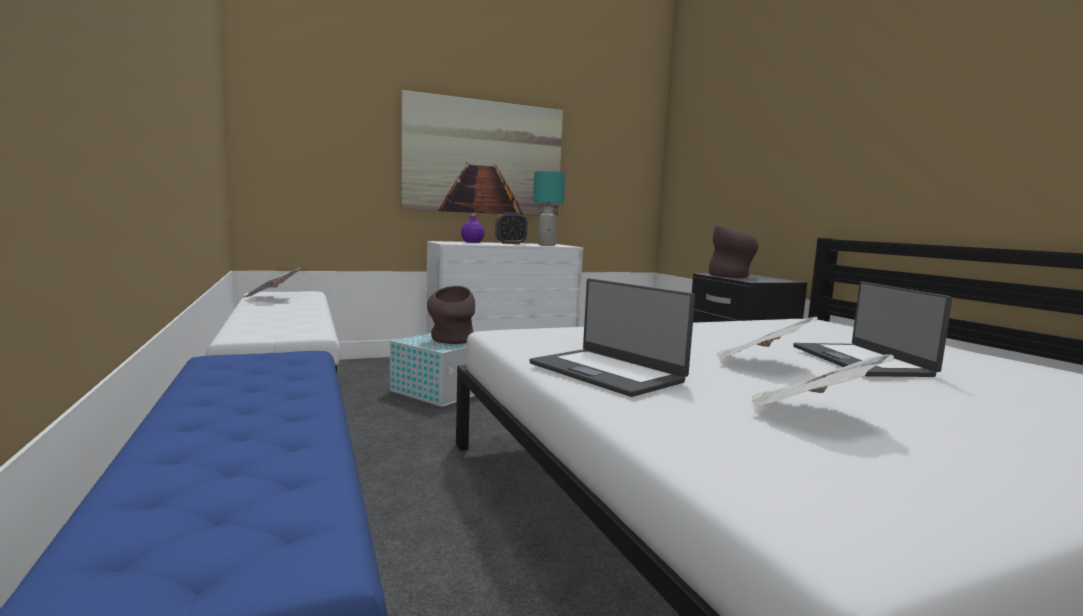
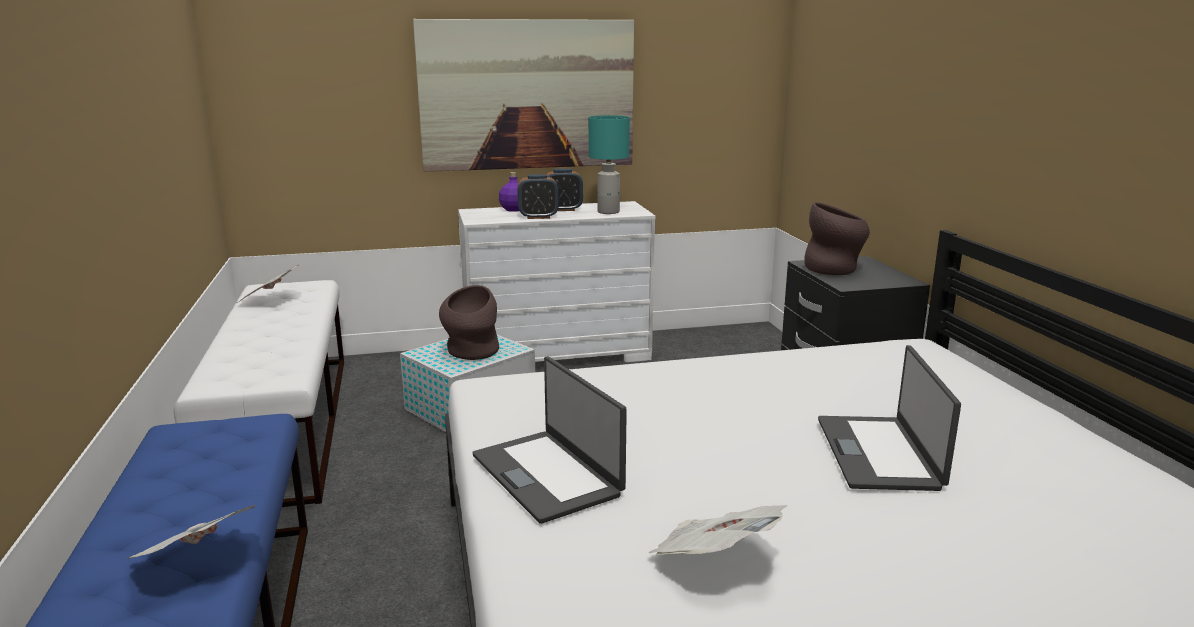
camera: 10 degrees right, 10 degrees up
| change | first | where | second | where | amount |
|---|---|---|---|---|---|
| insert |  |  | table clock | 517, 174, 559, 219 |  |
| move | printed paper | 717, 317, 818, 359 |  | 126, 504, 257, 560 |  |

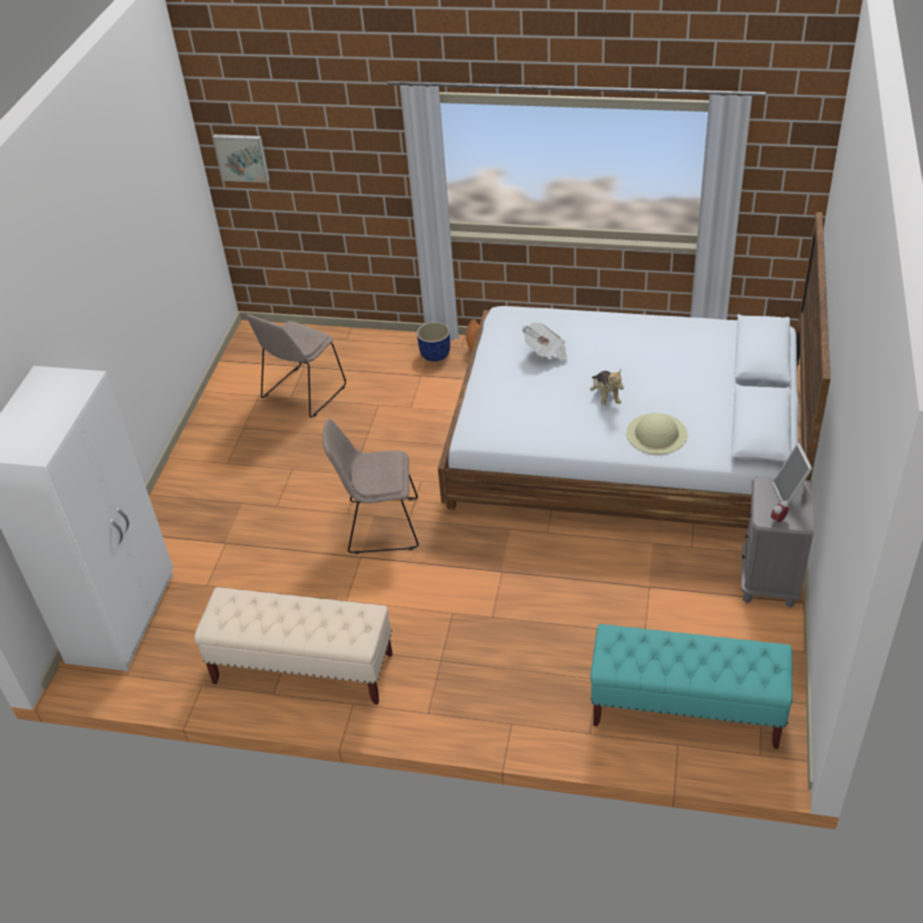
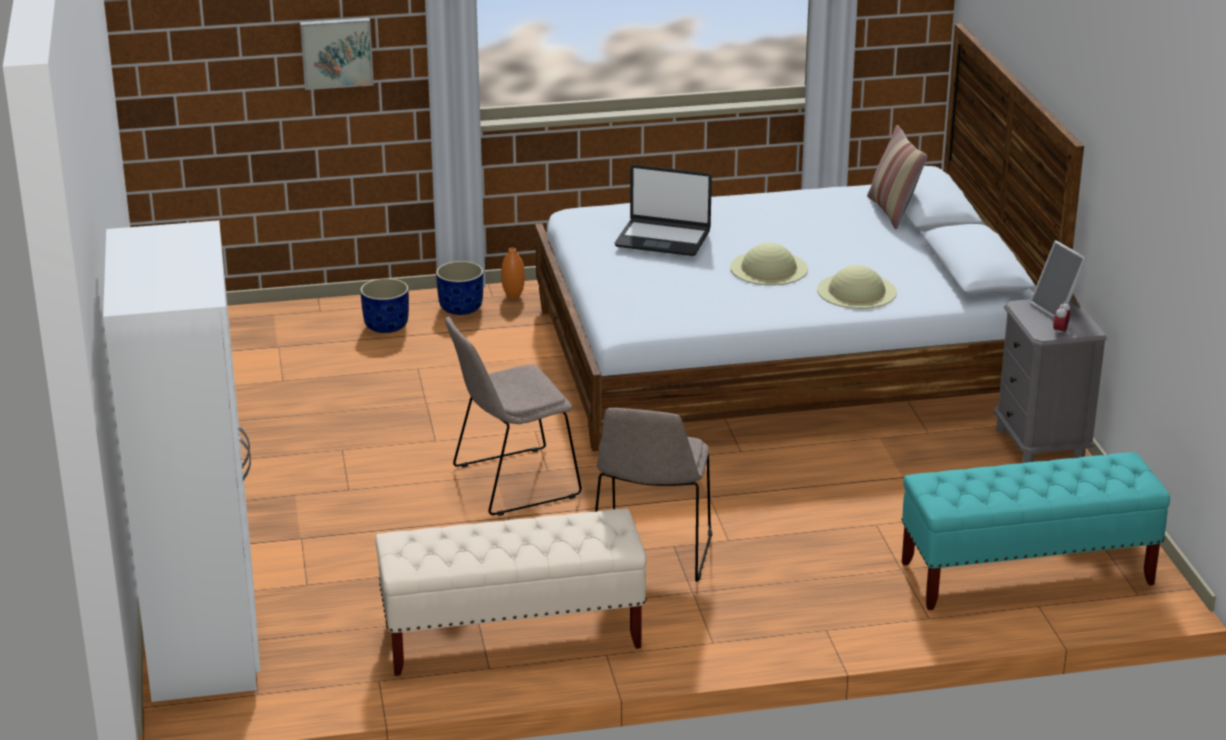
camera: 25 degrees left, 15 degrees down
| change | first | where | second | where | amount |
|---|---|---|---|---|---|
| insert |  |  | bluish planter | 360, 278, 409, 333 |  |
| insert |  |  | throw pillow | 867, 125, 927, 230 |  |
| move | picture | 212, 134, 270, 183 |  | 300, 18, 374, 90 |  |
| move | beige chair | 246, 314, 346, 418 |  | 595, 408, 712, 582 |  |
| replace | printed paper | 522, 323, 567, 360 | portable computer | 615, 165, 712, 256 |  |
| replace | plush toy | 590, 370, 624, 406 | beige clothing hat | 730, 243, 808, 285 |  |

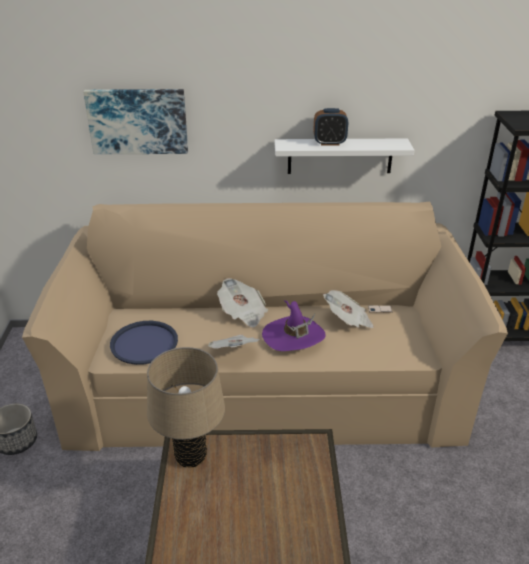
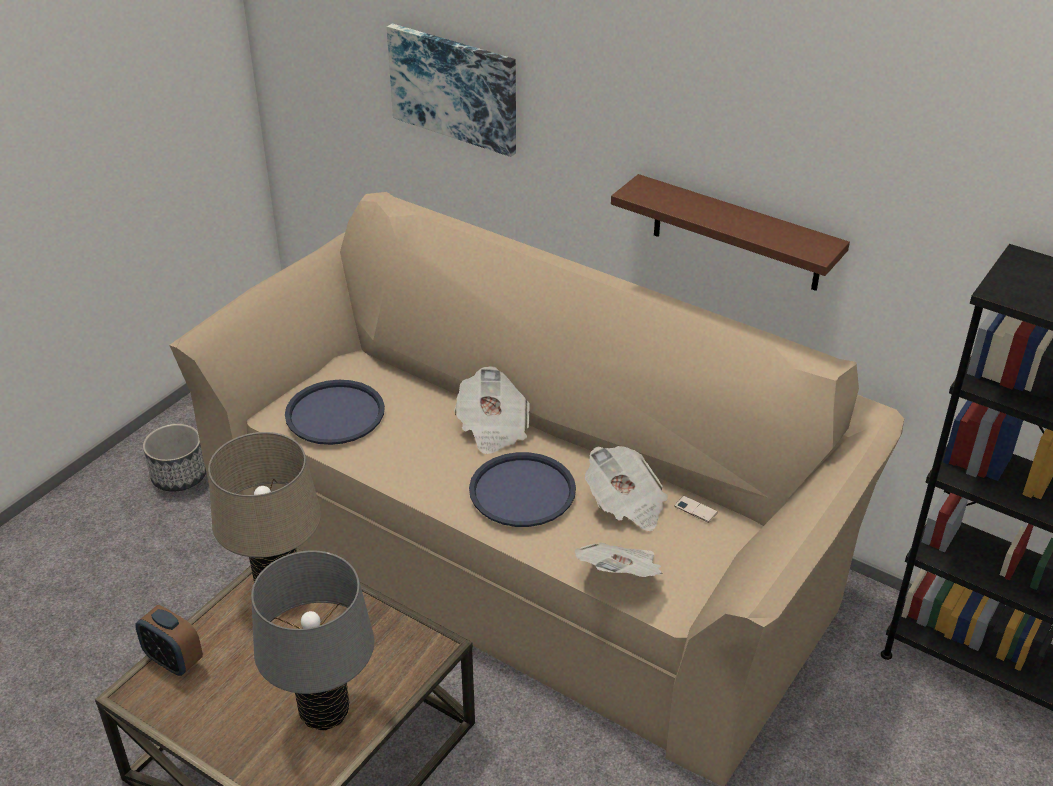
camera: 35 degrees right, 5 degrees up
| change | first | where | second | where | amount |
|---|---|---|---|---|---|
| insert |  |  | gray lamp for a table | 251, 550, 374, 731 |  |
| move | printed paper | 208, 334, 260, 348 |  | 575, 542, 662, 577 |  |
| move | table clock | 313, 108, 348, 146 |  | 135, 605, 203, 676 |  |
| replace | purple-coloured clothing hat | 262, 300, 326, 351 | bluish carrying tray | 469, 452, 576, 527 |  |
| recolor | white shelf | 275, 139, 414, 174 | brown shelf | 611, 174, 850, 291 |  |

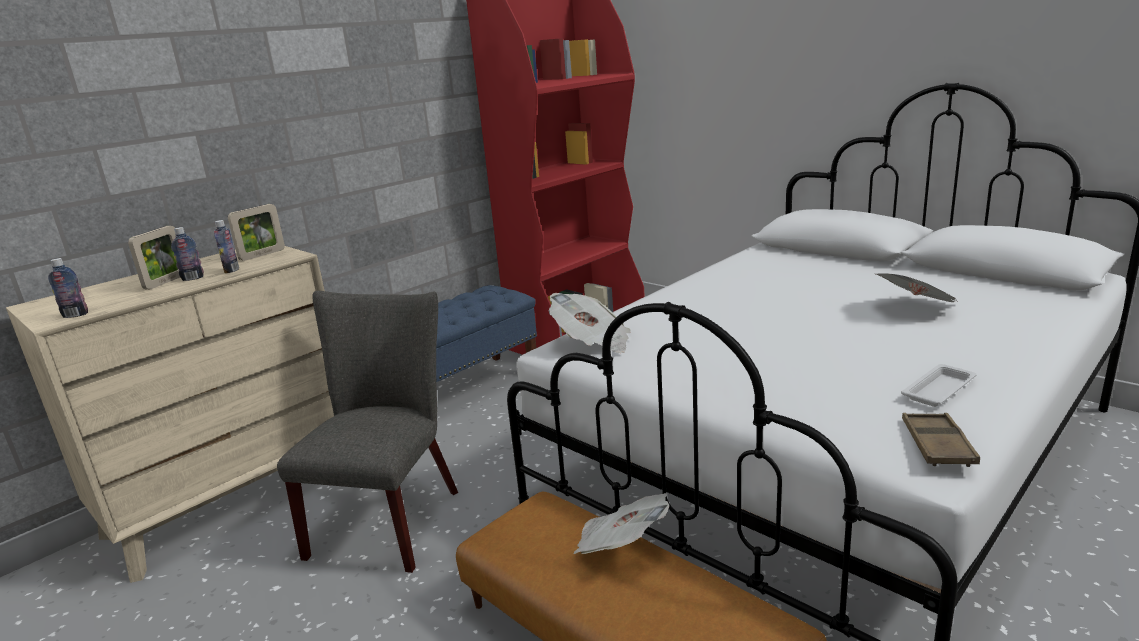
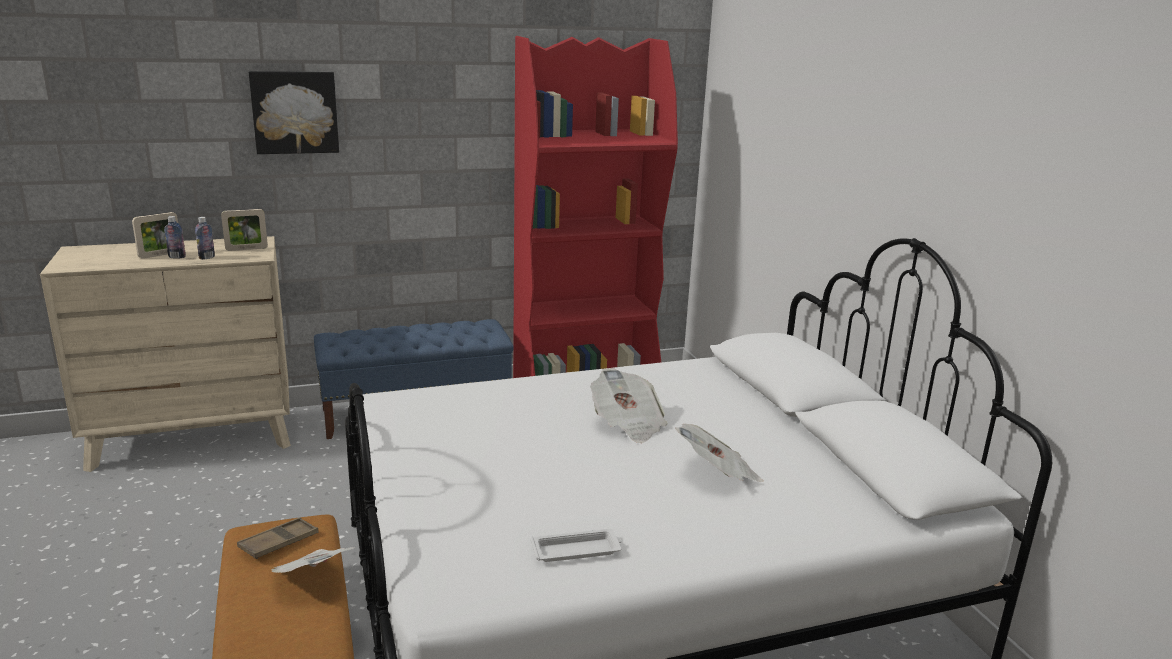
camera: 25 degrees right, 0 degrees up
| change | first | where | second | where | amount |
|---|---|---|---|---|---|
| delete | drink bottle | 48, 258, 88, 318 |  |  |  |
| delete | gray chair | 277, 291, 458, 573 |  |  |  |
| insert |  |  | picture | 249, 71, 339, 154 |  |
| move | printed paper | 548, 293, 630, 353 |  | 590, 368, 668, 443 |  |
| move | brown carrying tray | 902, 413, 980, 467 |  | 237, 517, 319, 559 |  |

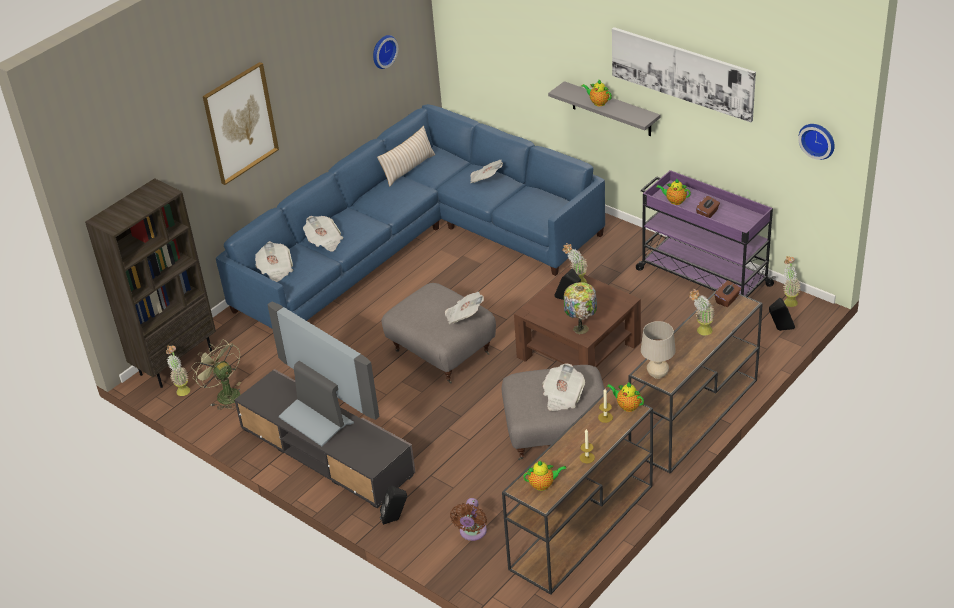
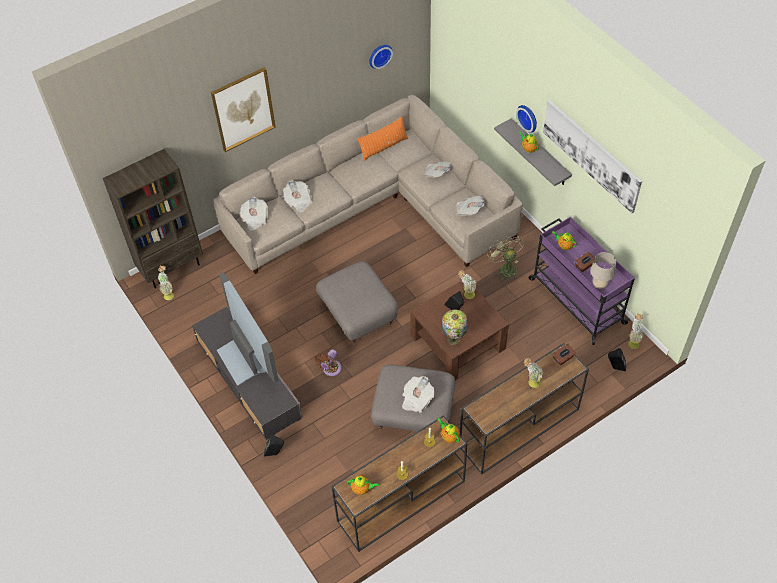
camera: 15 degrees right, 15 degrees up
| change | first | where | second | where | amount |
|---|---|---|---|---|---|
| move | green cooling fan | 191, 339, 242, 410 |  | 487, 234, 525, 282 |  |
| move | printed paper | 445, 292, 484, 324 |  | 456, 196, 485, 216 |  |
| move | brown cooling fan | 450, 498, 487, 541 |  | 315, 349, 342, 376 |  |
| move | beige lamp for a table | 641, 321, 676, 379 |  | 590, 252, 616, 289 |  |
| move | wall clock | 798, 124, 835, 160 |  | 516, 105, 537, 133 |  |
| recolor | bluish settee | 216, 104, 605, 328 | beige settee | 213, 95, 523, 274 |  |
| recolor | beige throw pillow | 377, 126, 435, 187 | orange-coloured throw pillow | 357, 116, 408, 161 |  |

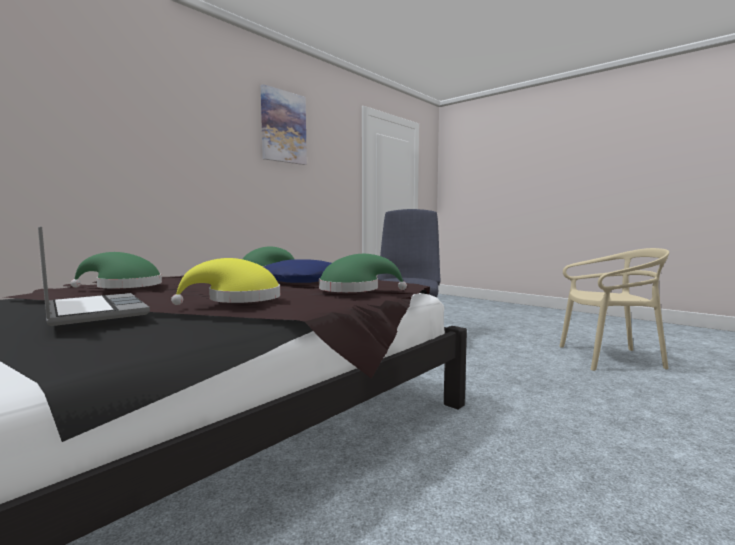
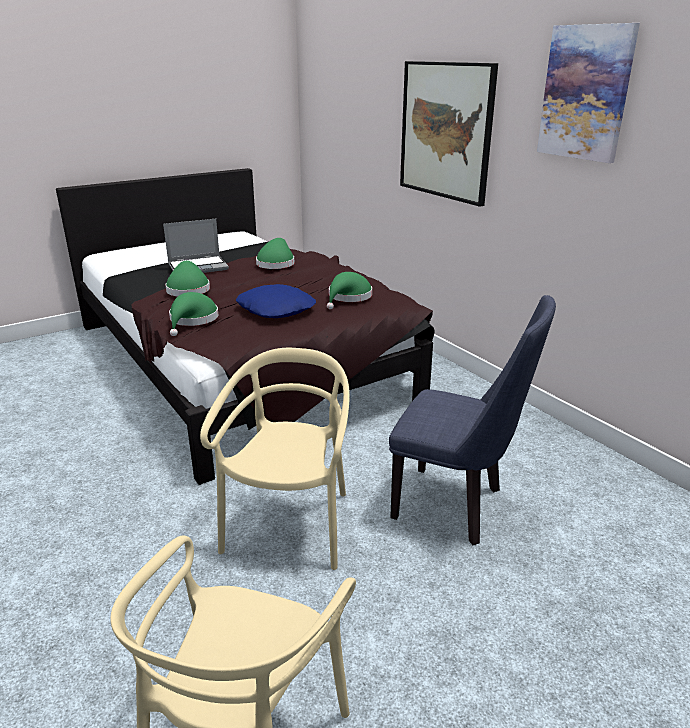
camera: 105 degrees right, 20 degrees up
| change | first | where | second | where | amount |
|---|---|---|---|---|---|
| insert |  |  | beige chair | 200, 348, 349, 570 |  |
| insert |  |  | picture | 400, 61, 498, 207 |  |
| recolor | yellow clothing hat | 171, 258, 280, 305 | green clothing hat | 165, 261, 210, 296 |  |

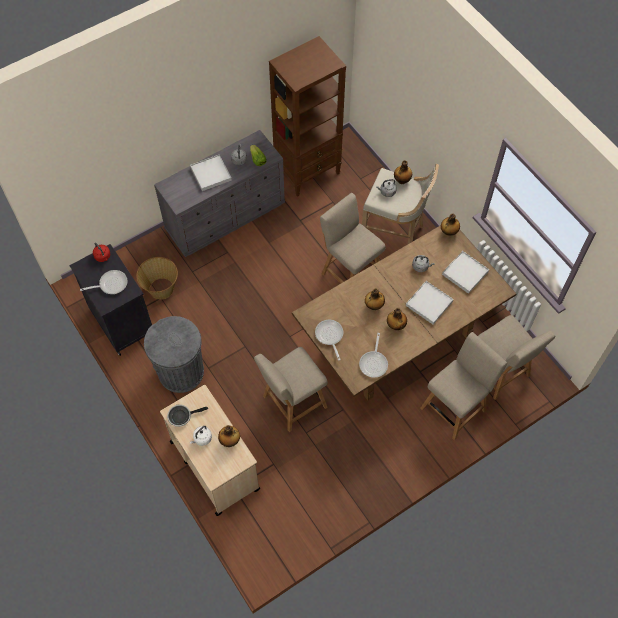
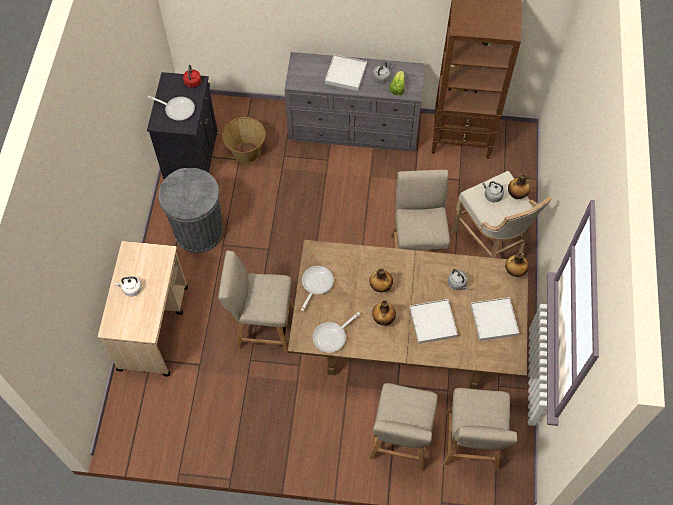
camera: 40 degrees right, 0 degrees up
| change | first | where | second | where | amount |
|---|---|---|---|---|---|
| delete | frying pan | 167, 404, 208, 427 |  |  |  |
| delete | drink bottle | 218, 425, 240, 447 |  |  |  |
| rotate | beige chair | 421, 332, 507, 441 |  | 369, 383, 438, 470 | 105 degrees clockwise |

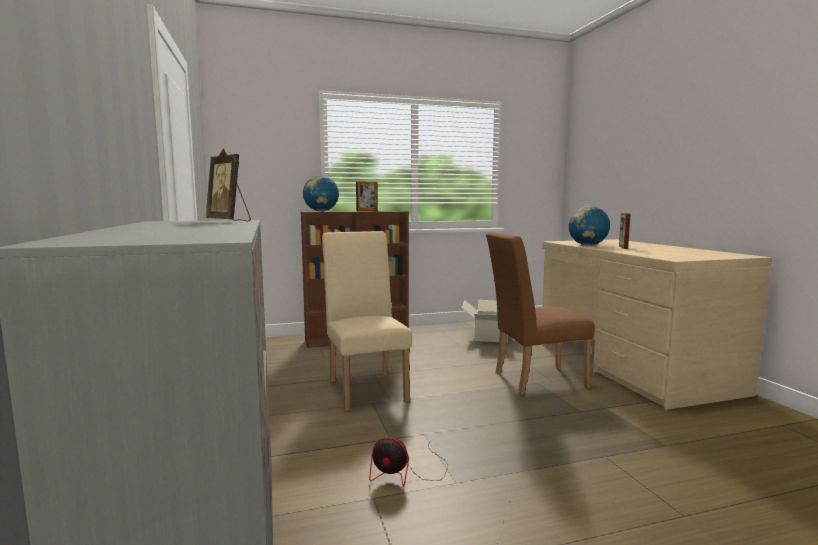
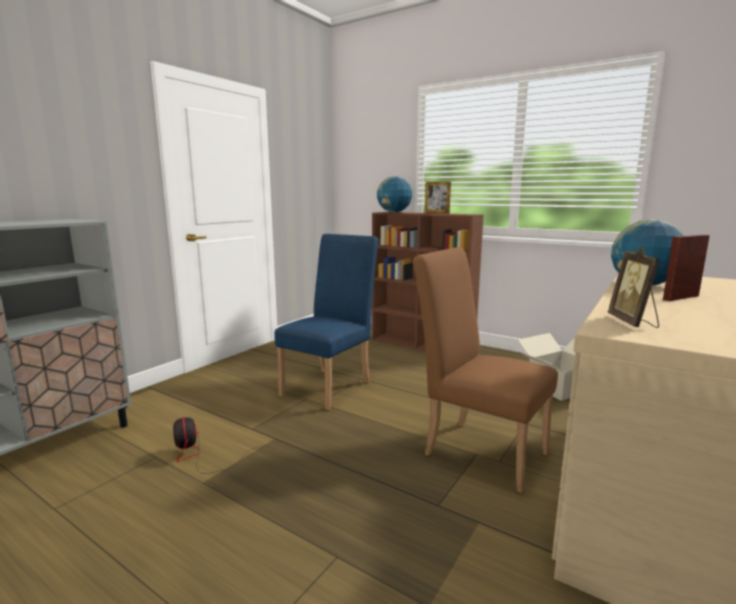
camera: 50 degrees right, 5 degrees up
| change | first | where | second | where | amount |
|---|---|---|---|---|---|
| move | standing frame | 206, 148, 251, 221 |  | 608, 247, 660, 328 |  |
| recolor | beige chair | 322, 231, 412, 411 | bluish chair | 274, 234, 378, 411 |  |

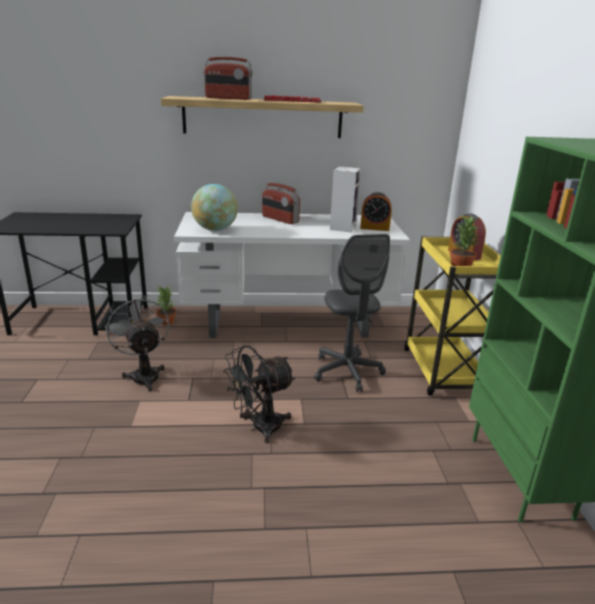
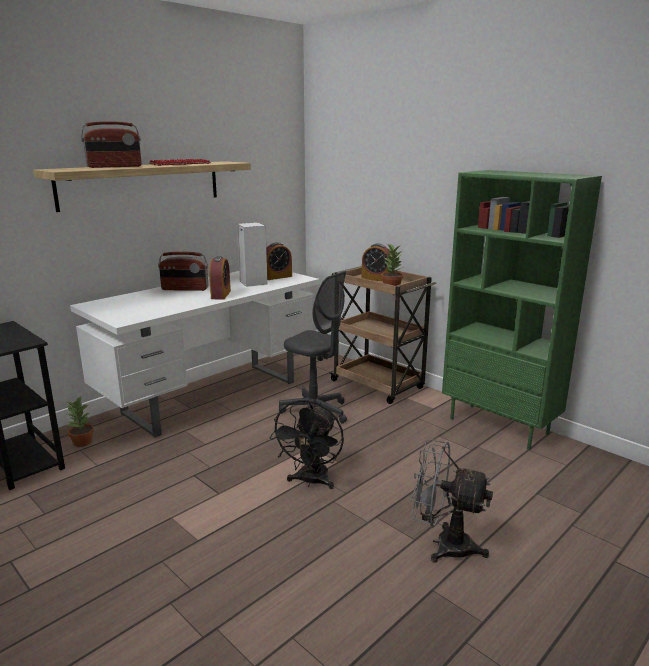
camera: 40 degrees left, 5 degrees down
| change | first | where | second | where | amount |
|---|---|---|---|---|---|
| delete | world globe | 191, 184, 238, 231 |  |  |  |
| insert |  |  | table clock | 209, 256, 231, 299 |  |
| move | gray cooling fan | 105, 296, 169, 392 |  | 411, 439, 493, 563 |  |
| recolor | yellow cart | 404, 236, 501, 396 | brown cart | 329, 266, 436, 404 |  |

